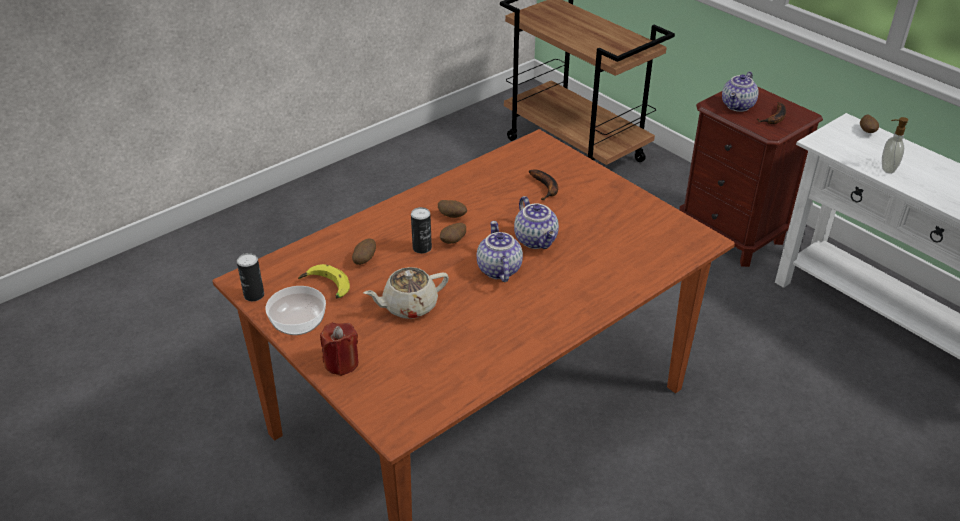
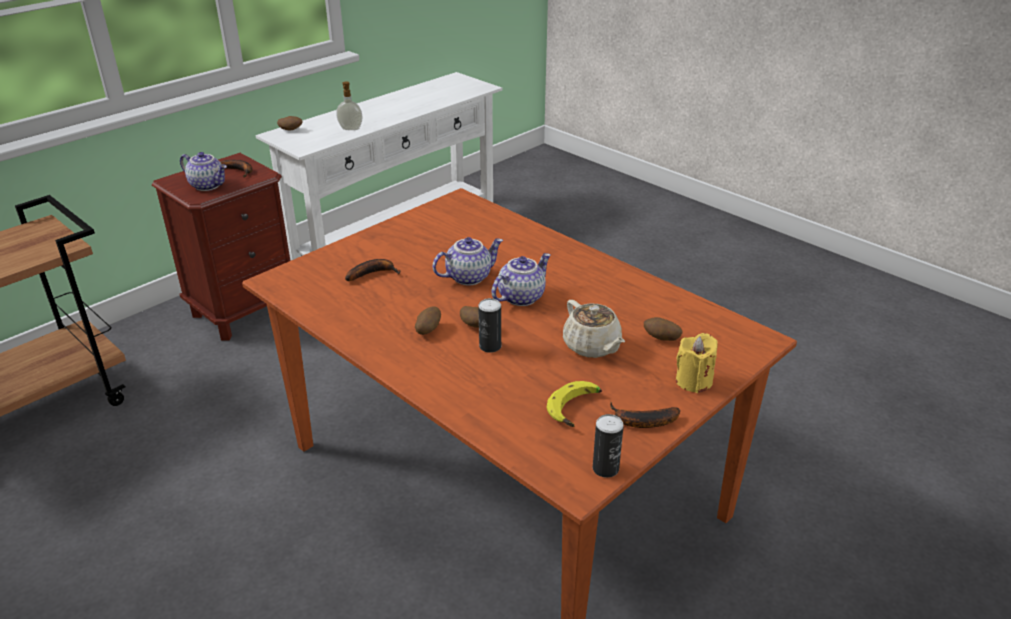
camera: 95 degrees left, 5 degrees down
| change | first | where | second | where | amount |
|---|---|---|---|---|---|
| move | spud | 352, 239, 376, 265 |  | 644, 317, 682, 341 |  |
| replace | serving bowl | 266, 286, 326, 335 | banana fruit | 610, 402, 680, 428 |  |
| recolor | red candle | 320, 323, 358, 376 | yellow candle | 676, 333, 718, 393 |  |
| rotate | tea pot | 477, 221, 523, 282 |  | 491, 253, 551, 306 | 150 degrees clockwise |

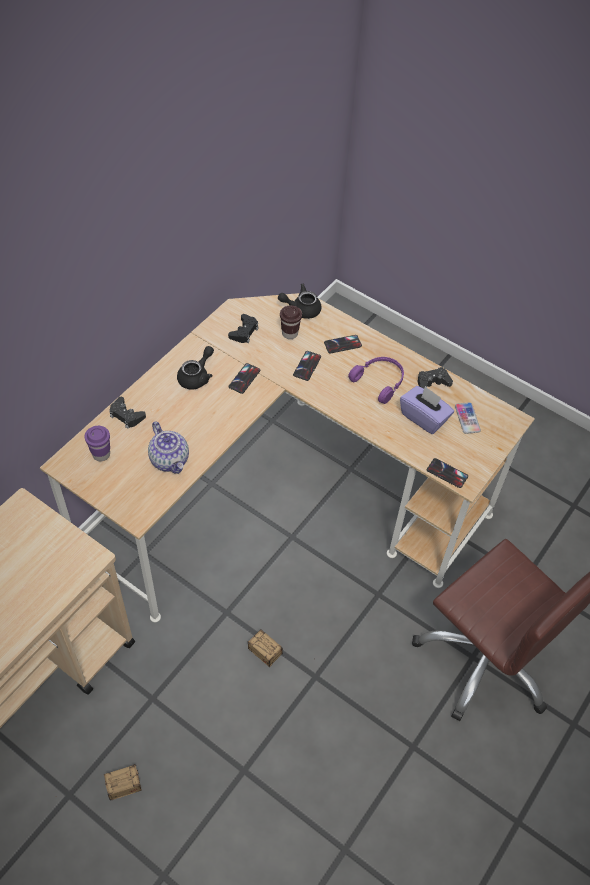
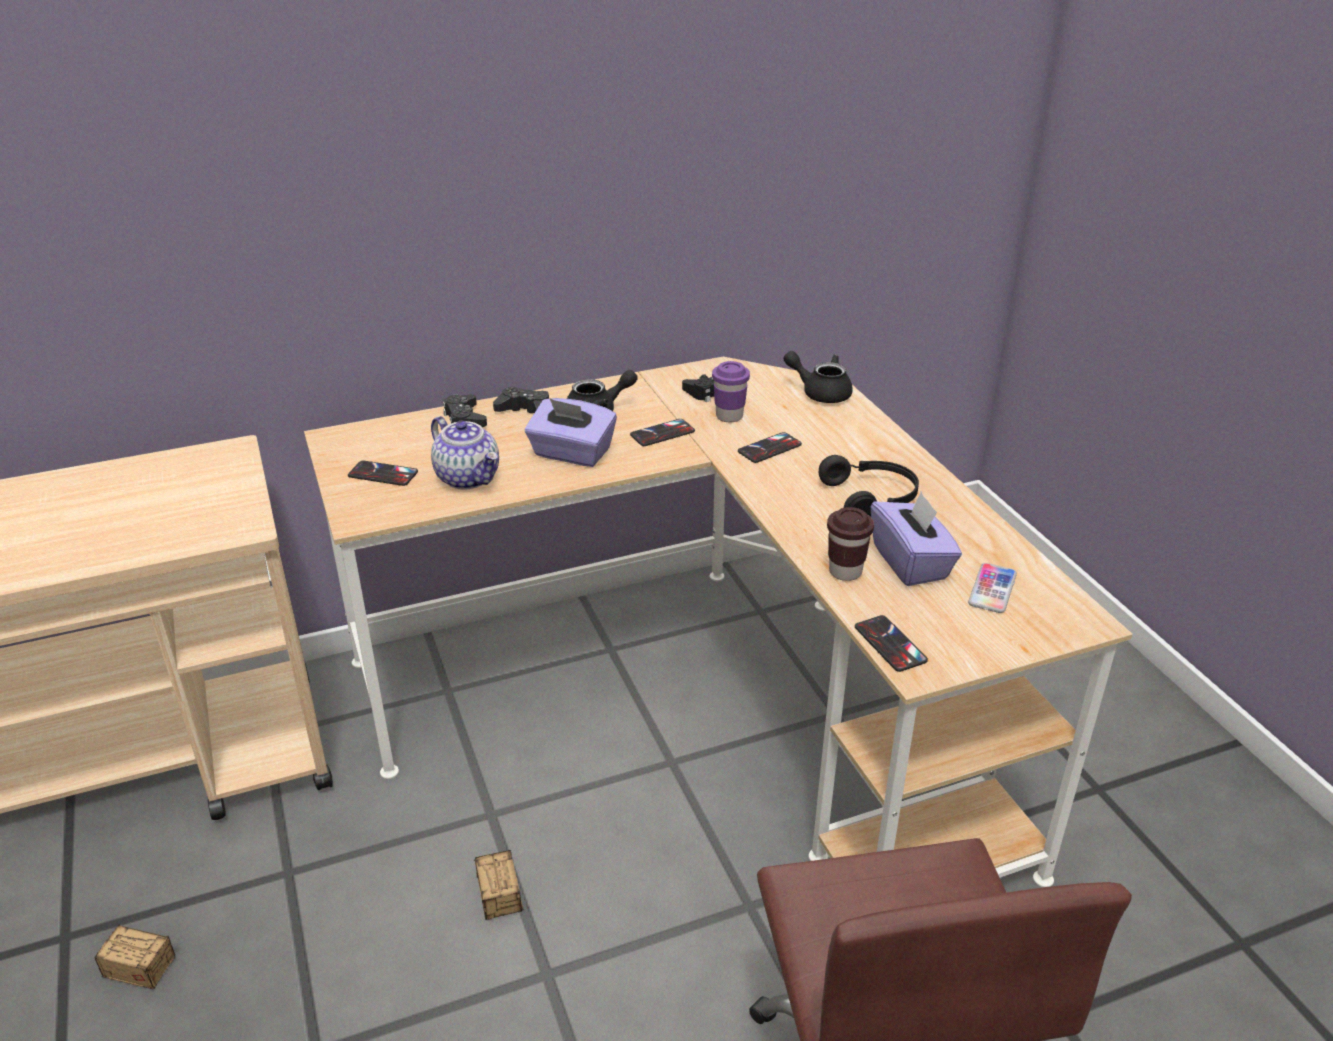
camera: 35 degrees right, 20 degrees down
| change | first | where | second | where | amount |
|---|---|---|---|---|---|
| insert |  |  | purple-coloured tissue box | 525, 398, 617, 467 |  |
| move | purple-coloured drinking cup | 84, 426, 110, 461 |  | 712, 361, 750, 422 |  |
| move | brown drinking cup | 280, 306, 302, 339 |  | 827, 507, 874, 581 |  |
| move | handset | 324, 335, 362, 354 |  | 348, 461, 418, 486 |  |
| move | black-coloured joypad | 418, 367, 453, 388 |  | 493, 387, 549, 413 |  |
| recolor | purple-coloured pair of headphones | 348, 357, 404, 404 | black-coloured pair of headphones | 819, 455, 919, 517 |  |
| rotate | tea pot | 148, 422, 189, 474 |  | 431, 416, 499, 490 | 45 degrees counterclockwise |

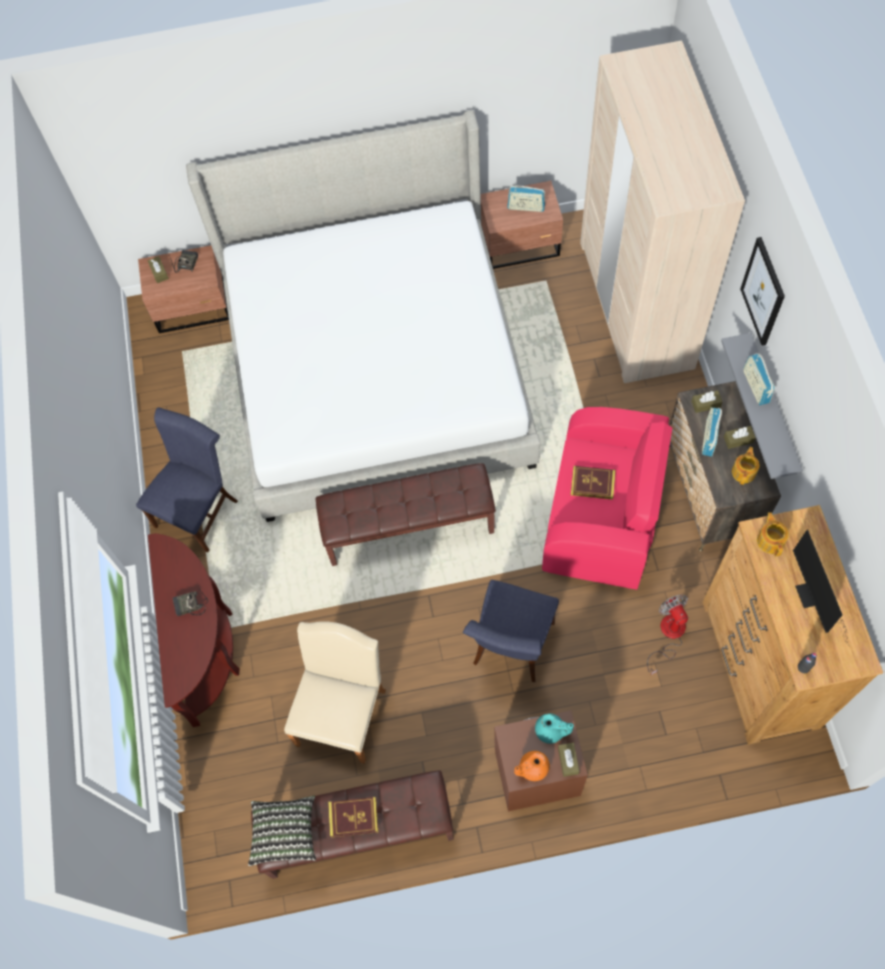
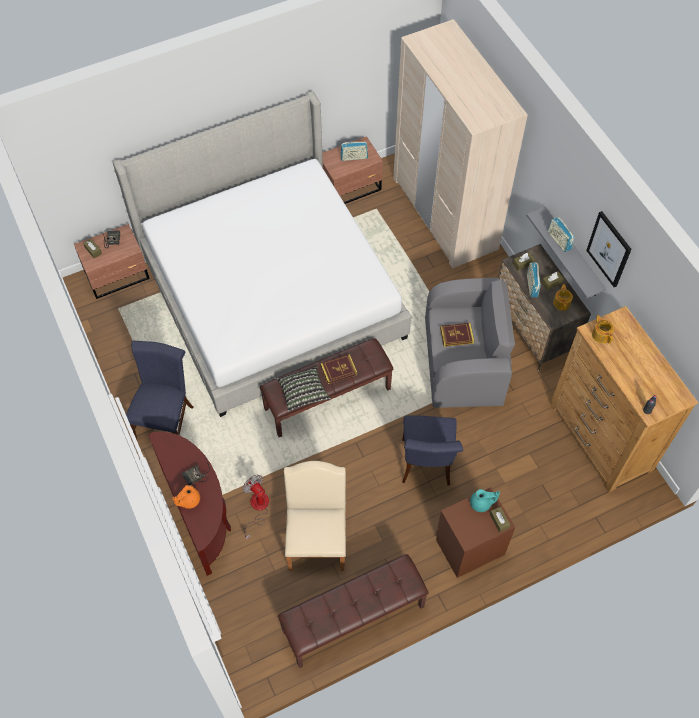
camera: 20 degrees left, 5 degrees down
| change | first | where | second | where | amount |
|---|---|---|---|---|---|
| delete | computer display | 793, 529, 849, 646 |  |  |  |
| move | throw pillow | 248, 796, 316, 866 |  | 277, 366, 331, 412 |  |
| move | bound book | 328, 797, 379, 837 |  | 320, 354, 357, 384 |  |
| move | orange-coloured tea pot | 514, 751, 550, 781 |  | 172, 485, 200, 509 |  |
| move | cooling fan | 647, 595, 688, 675 |  | 243, 475, 269, 540 |  |
| move | picture | 740, 237, 785, 346 |  | 586, 211, 632, 287 |  |
| recolor | pink lounge chair | 542, 407, 672, 590 | gray lounge chair | 425, 278, 515, 408 |  |

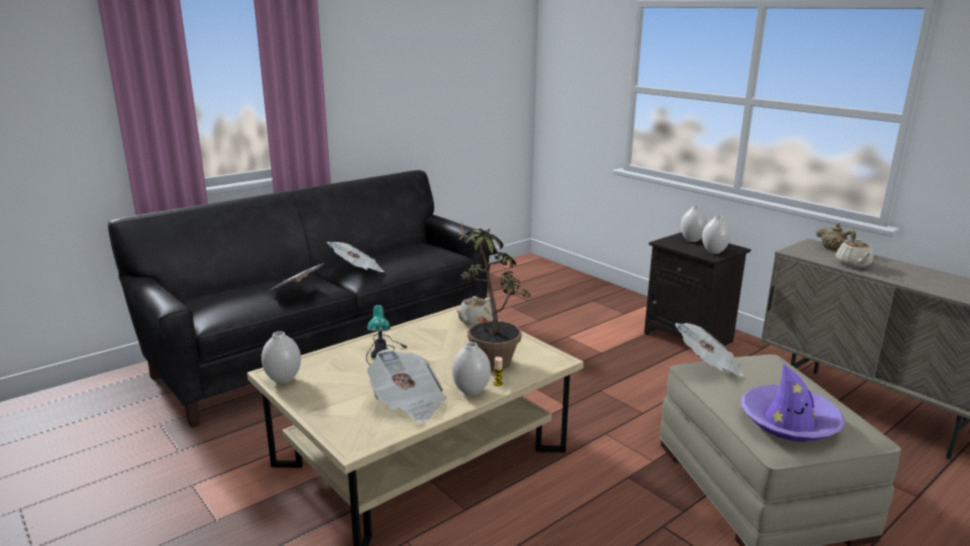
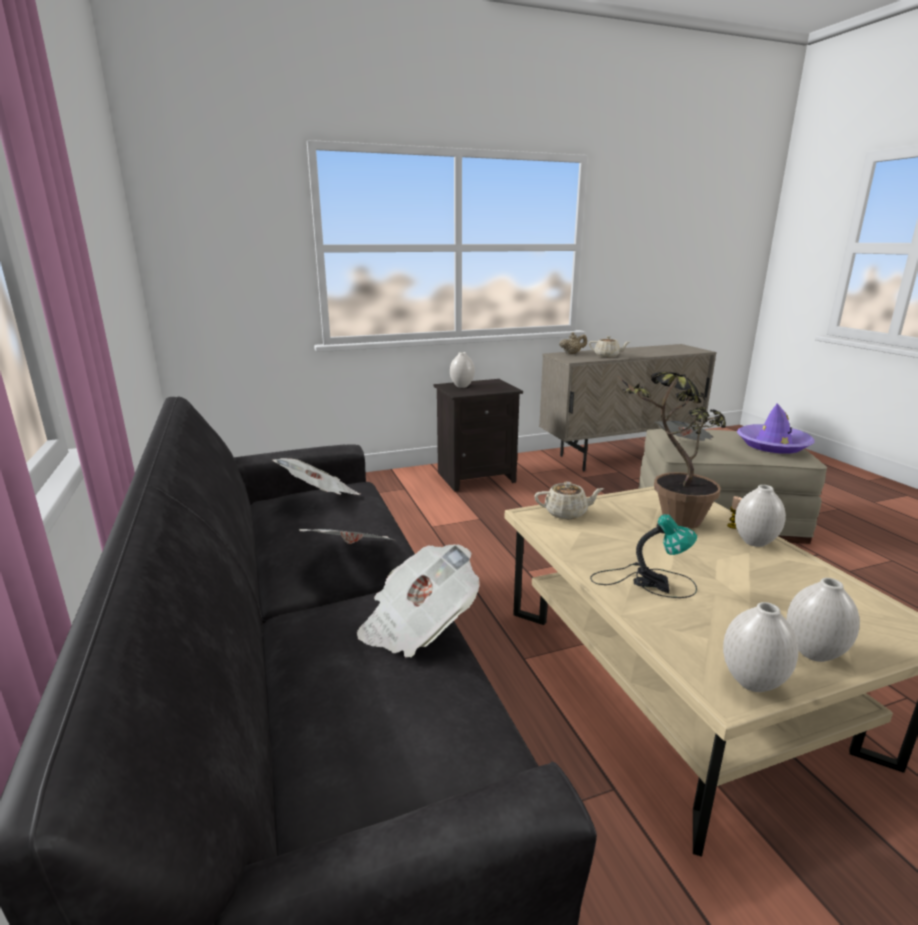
camera: 70 degrees left, 0 degrees up
| change | first | where | second | where | amount |
|---|---|---|---|---|---|
| move | printed paper | 367, 349, 447, 423 |  | 273, 458, 360, 495 |  |
| move | white decorative vase | 702, 216, 731, 254 |  | 787, 578, 860, 662 |  |
| rotate | beige tea pot | 456, 296, 492, 326 |  | 534, 481, 604, 519 | 60 degrees counterclockwise |

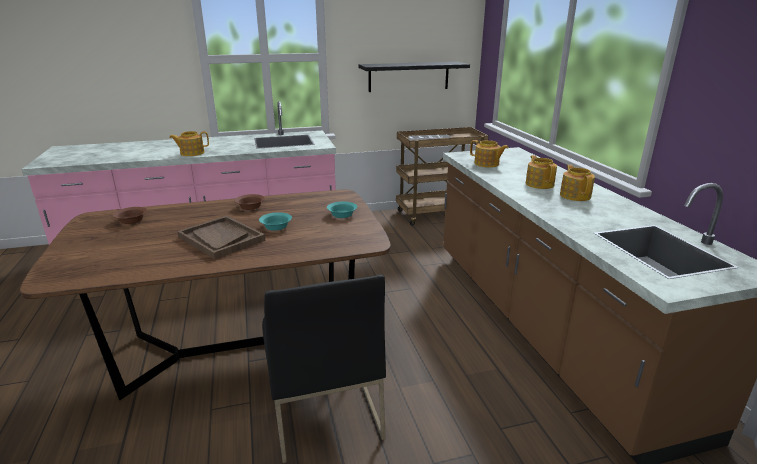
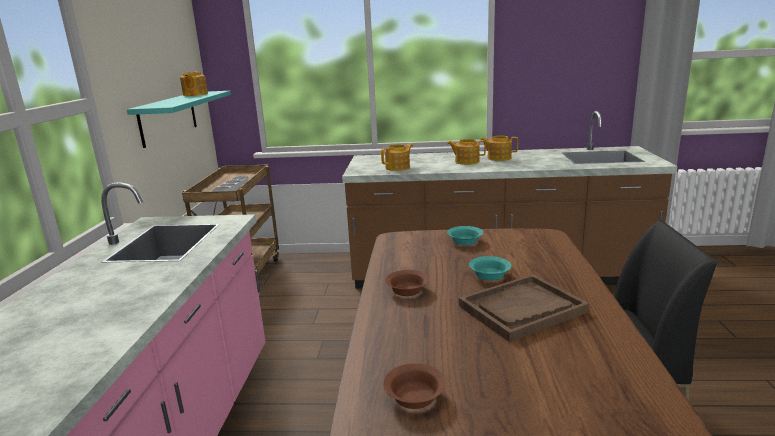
camera: 70 degrees left, 5 degrees down
| change | first | where | second | where | amount |
|---|---|---|---|---|---|
| move | tea pot | 169, 131, 209, 156 |  | 180, 71, 208, 96 |  |
| recolor | black-coloured shelf | 358, 62, 470, 92 | turquoise-coloured shelf | 127, 91, 231, 148 |  |

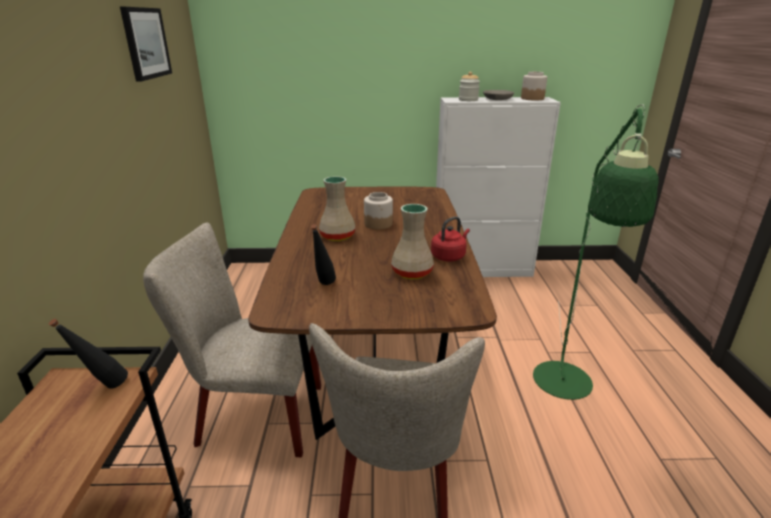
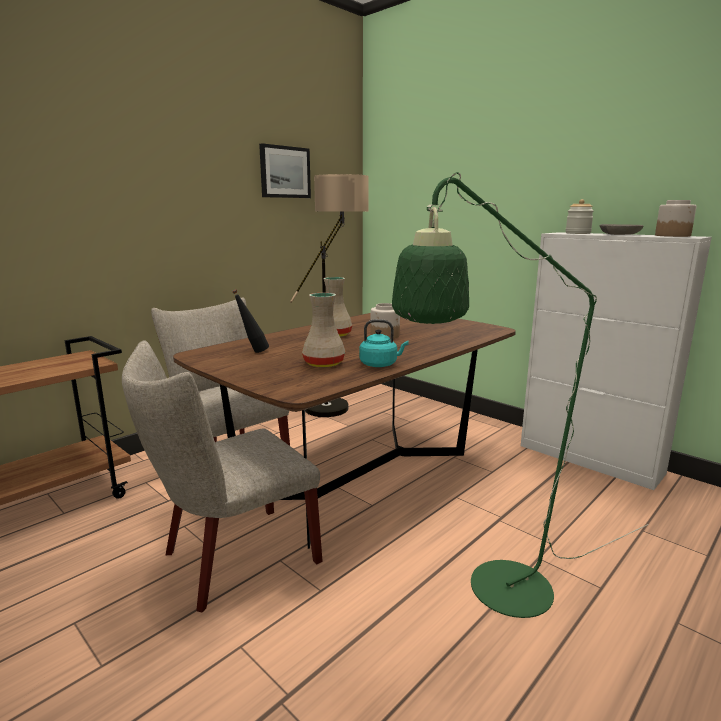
camera: 45 degrees right, 10 degrees down
| change | first | where | second | where | amount |
|---|---|---|---|---|---|
| delete | black-coloured drink bottle | 49, 319, 128, 389 |  |  |  |
| insert |  |  | floor lamp | 290, 174, 369, 417 |  |
| recolor | red water kettle | 431, 216, 470, 262 | turquoise-coloured water kettle | 359, 319, 409, 367 |  |

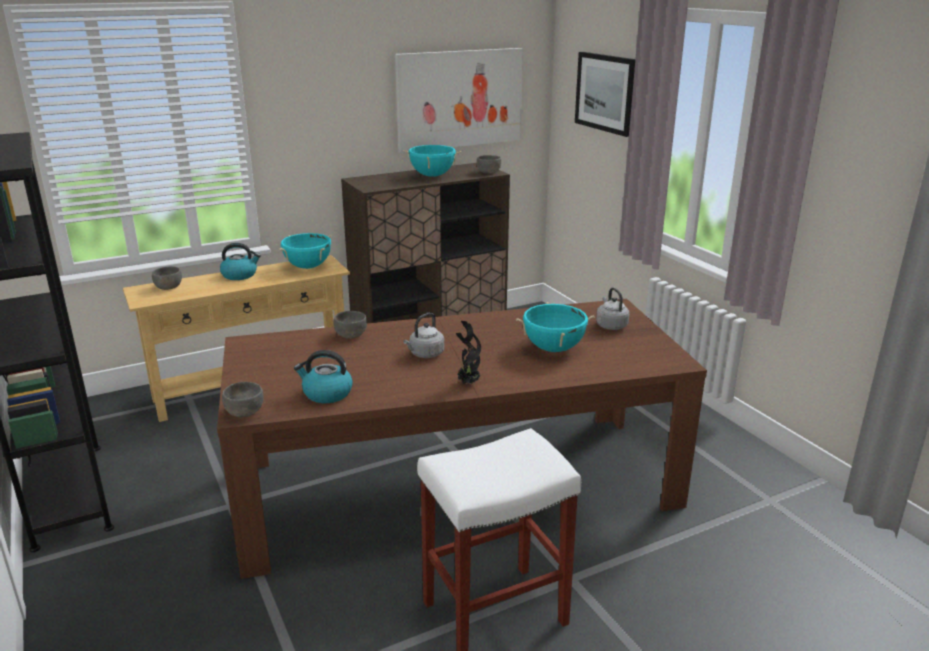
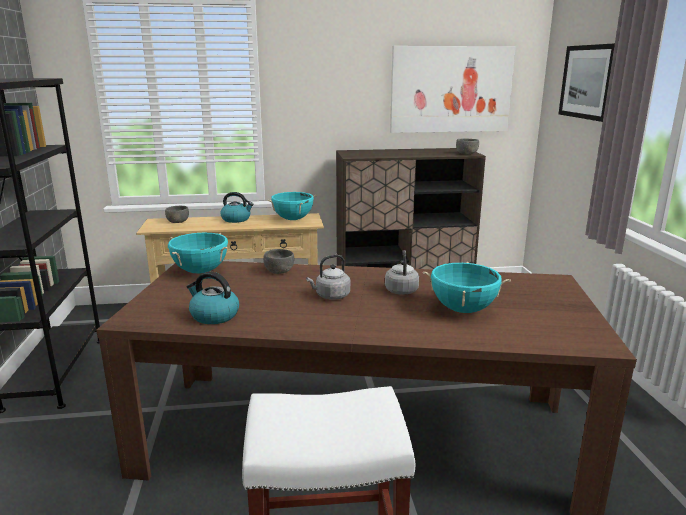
camera: 20 degrees right, 5 degrees down
| change | first | where | second | where | amount |
|---|---|---|---|---|---|
| delete | gray serving bowl | 222, 382, 263, 417 |  |  |  |
| delete | potted plant | 456, 321, 481, 384 |  |  |  |
| move | turquoise-coloured saucepot | 403, 145, 461, 177 |  | 168, 233, 228, 273 |  |
| move | gray water kettle | 596, 287, 629, 330 |  | 385, 250, 419, 295 |  |

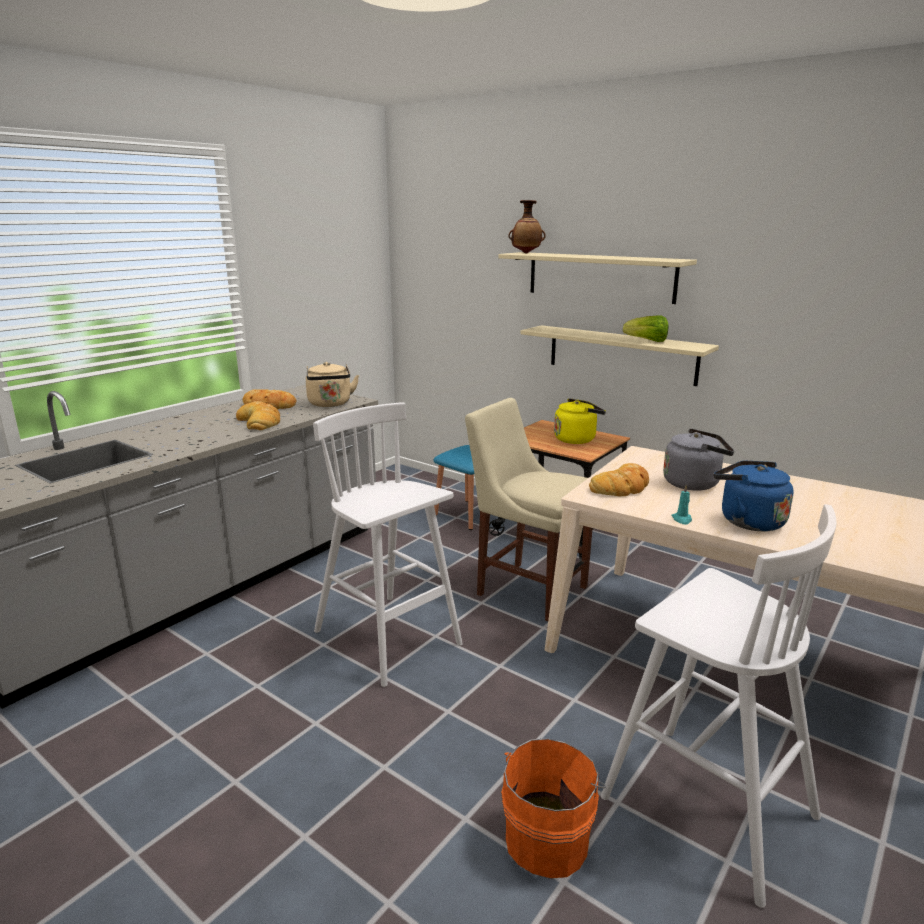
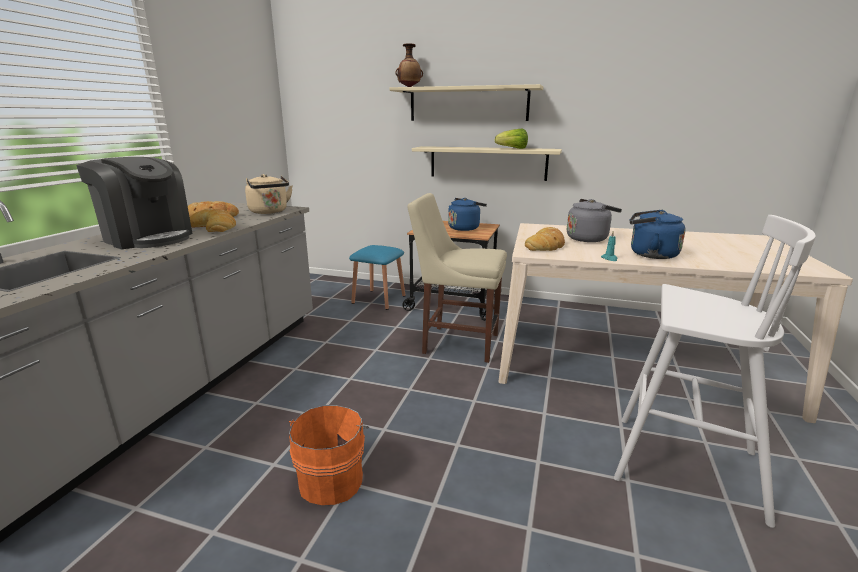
camera: 20 degrees left, 0 degrees up
| change | first | where | second | where | amount |
|---|---|---|---|---|---|
| delete | white stool | 313, 402, 463, 687 |  |  |  |
| insert |  |  | coffee machine | 76, 157, 192, 249 |  |
| move | orange-coloured pail | 501, 738, 606, 878 |  | 289, 405, 369, 505 |  |
| recolor | yellow water kettle | 554, 398, 606, 444 | bluish water kettle | 448, 198, 487, 231 |  |

